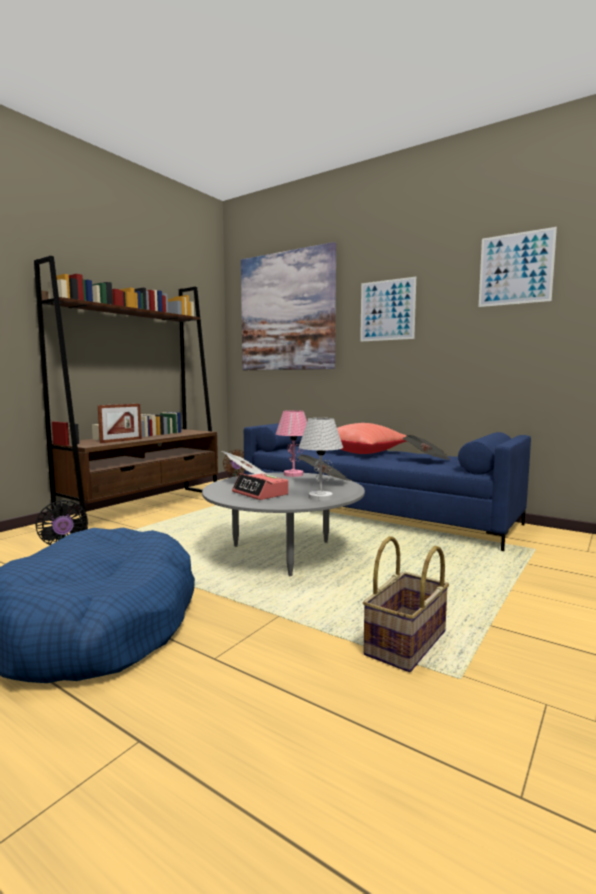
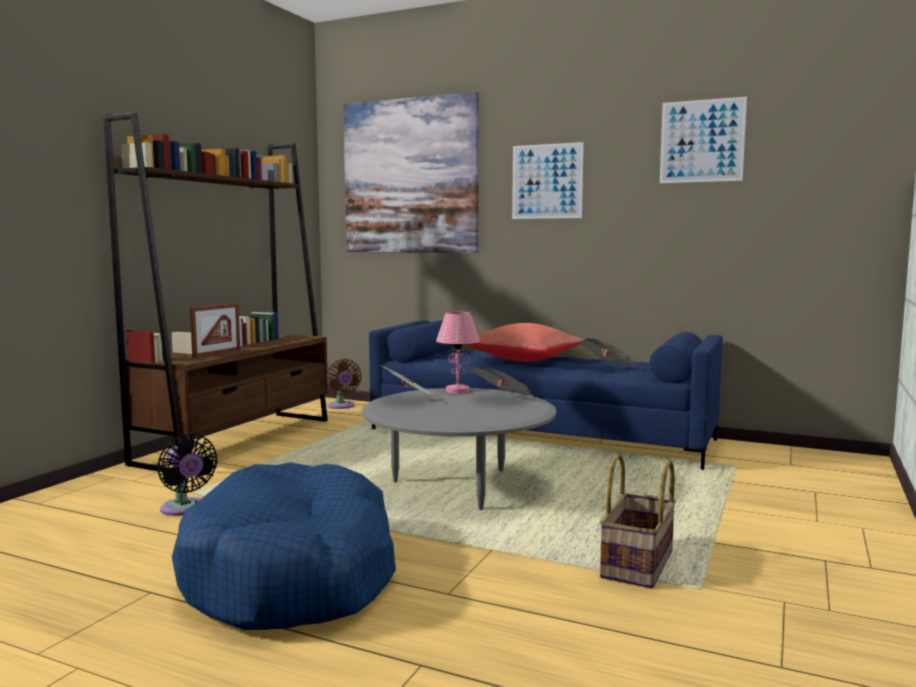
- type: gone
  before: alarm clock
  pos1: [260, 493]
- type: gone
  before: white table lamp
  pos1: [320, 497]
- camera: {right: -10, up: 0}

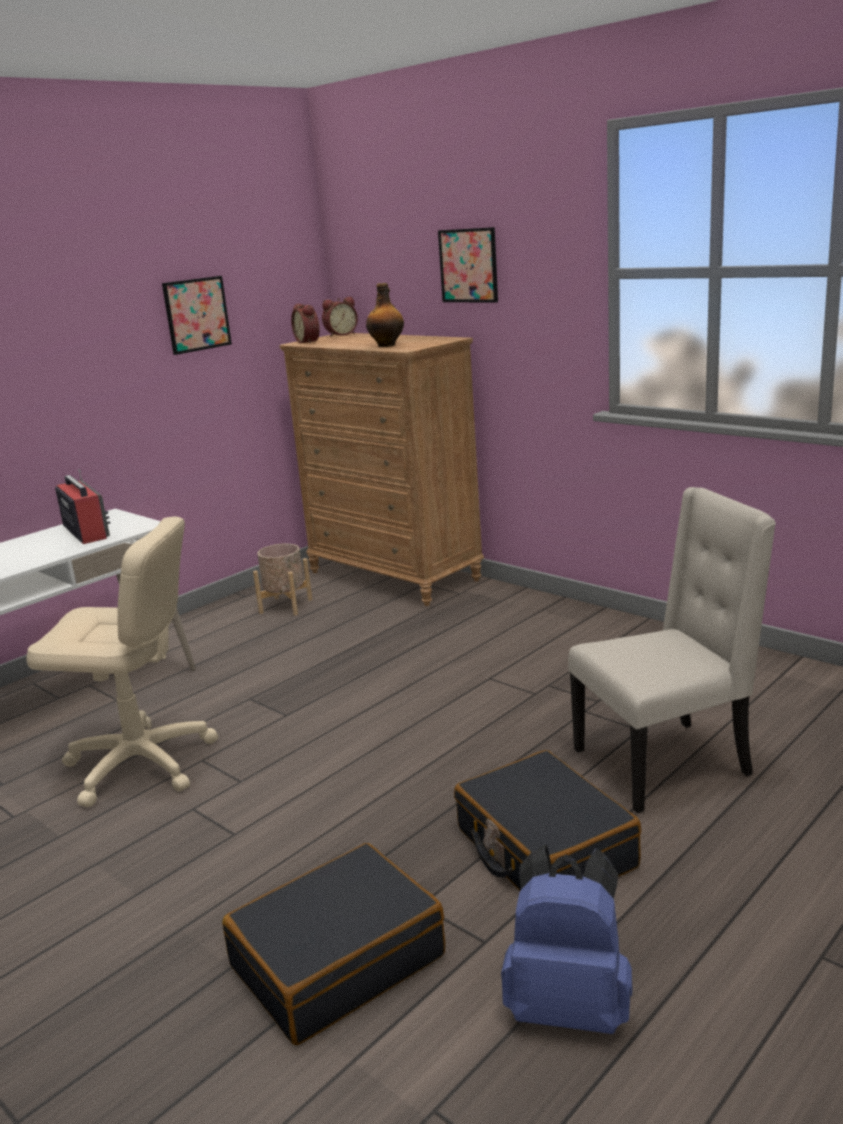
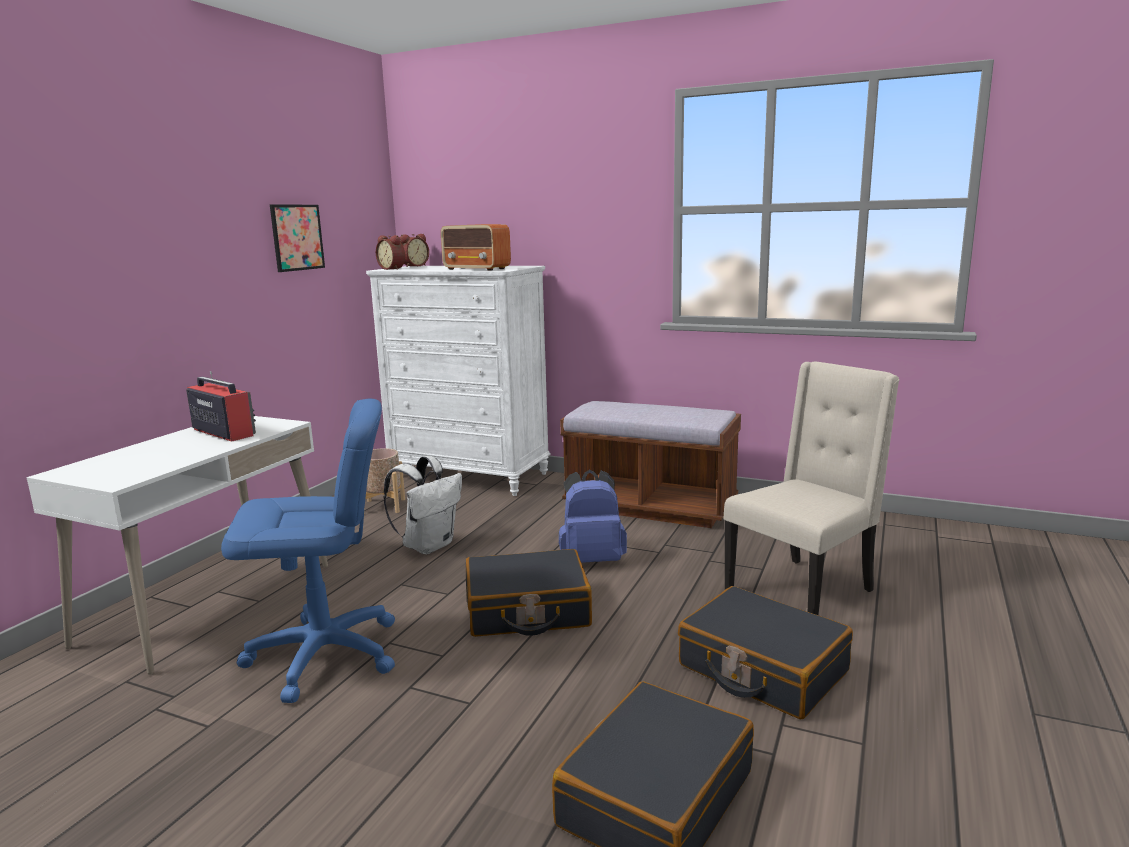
- type: repainted
  before: beige office chair
  after: blue office chair
  pos1: [140, 764]
  pos2: [325, 655]
- type: repainted
  before: brown dresser
  after: white dresser
  pos1: [394, 576]
  pos2: [469, 476]
- type: swapped
  before: bottle
  after: radio
  pos1: [387, 345]
  pos2: [477, 269]
- type: gone
  before: picture
  pos1: [468, 265]
- type: shifted
  before: blue backpack
  pos1: [569, 1006]
  pos2: [592, 560]
- type: new
  after: white backpack
  pos2: [429, 545]
- type: new
  after: black suitcase
  pos2: [527, 610]
- type: new
  after: brown bench
  pos2: [650, 506]
- camera: {right: -20, up: -5}

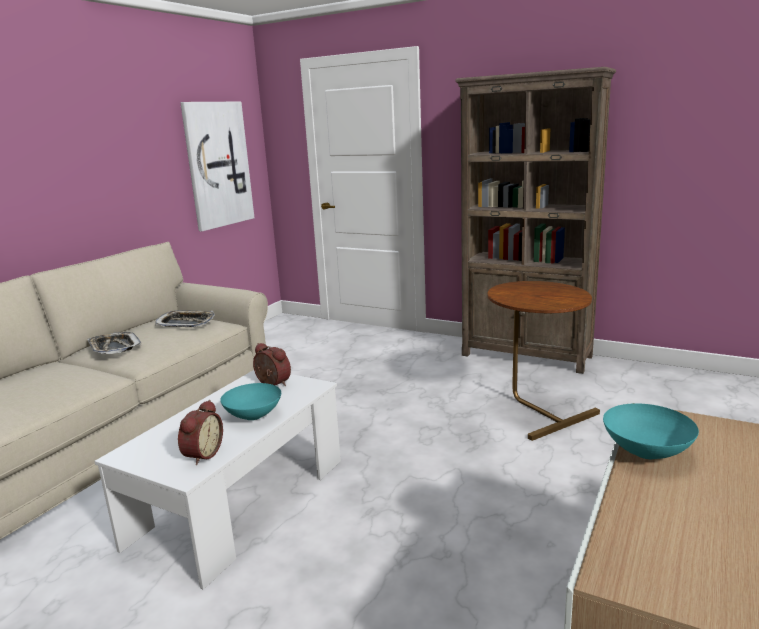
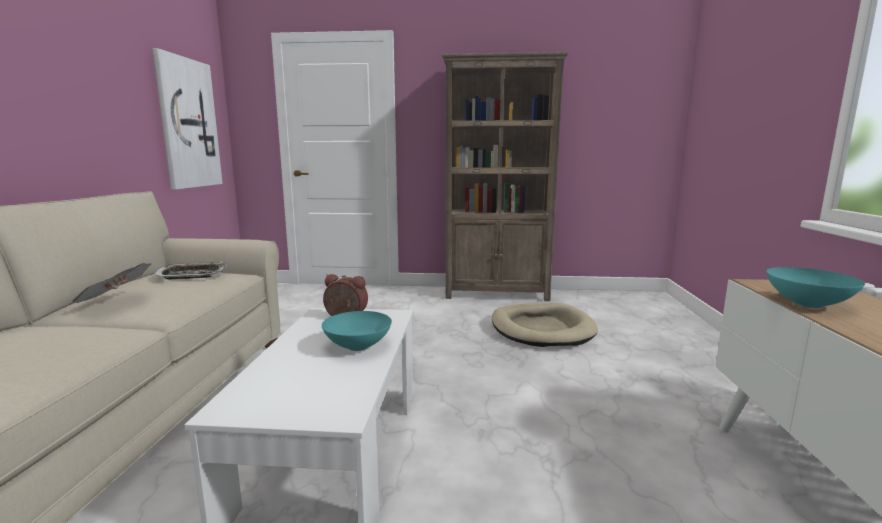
- type: swapped
  before: tray
  after: newspaper
  pos1: [114, 347]
  pos2: [114, 302]
- type: gone
  before: alarm clock
  pos1: [201, 454]
- type: swapped
  before: brown side table
  after: beige dog bed
  pos1: [535, 410]
  pos2: [542, 329]
- camera: {right: -25, up: -5}

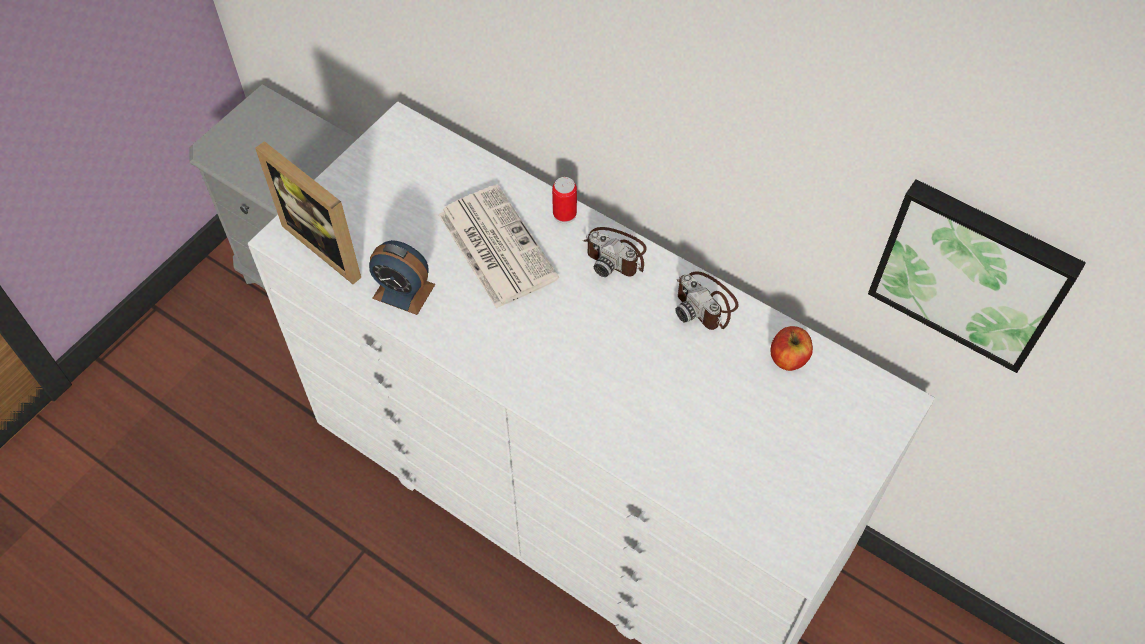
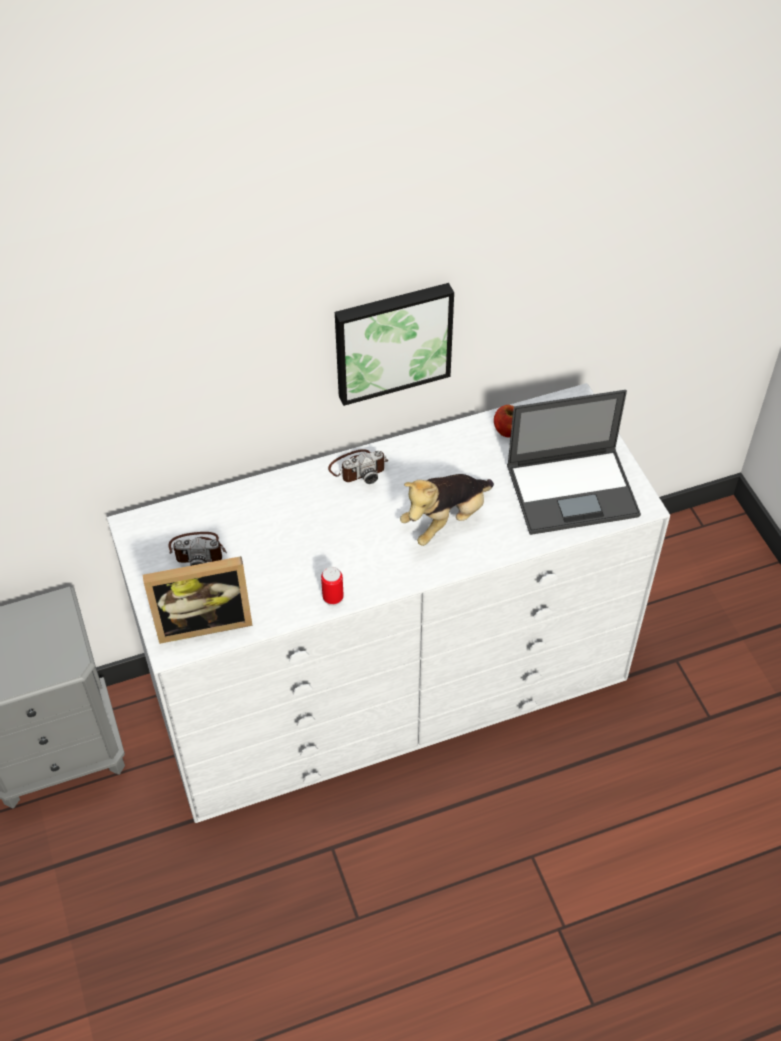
- type: gone
  before: alarm clock
  pos1: [404, 291]
- type: gone
  before: newspaper
  pos1: [495, 245]
- type: shifted
  before: can
  pos1: [564, 214]
  pos2: [333, 597]
- type: shifted
  before: photo camera
  pos1: [705, 303]
  pos2: [198, 551]
- type: shifted
  before: picture
  pos1: [972, 272]
  pos2: [392, 340]
- type: new
  after: plush toy
  pos2: [445, 520]
- type: new
  after: laptop
  pos2: [573, 490]
- camera: {right: -55, up: -5}

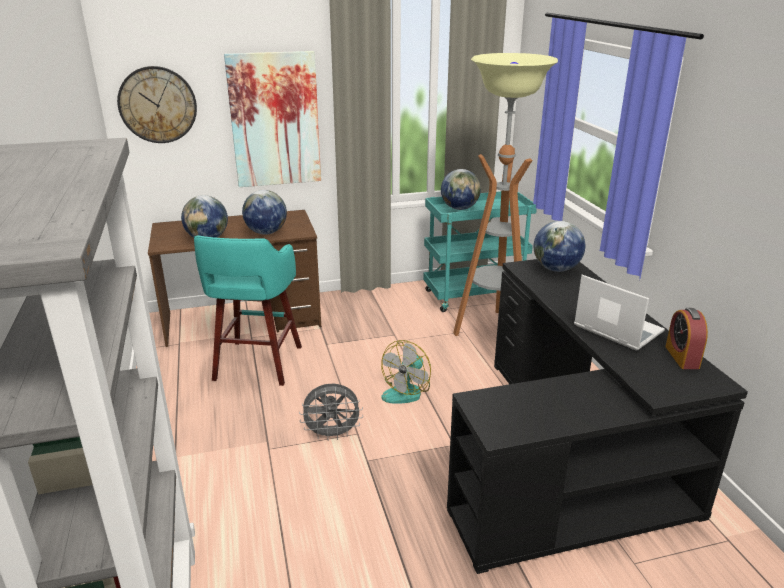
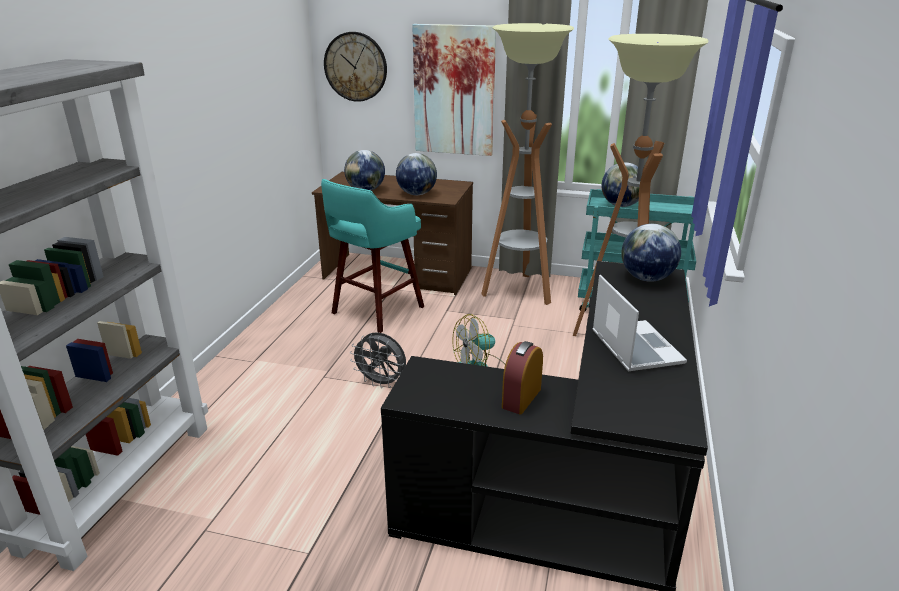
- type: shifted
  before: alarm clock
  pos1: [682, 357]
  pos2: [521, 398]
- type: new
  after: floor lamp
  pos2: [518, 291]
- camera: {right: 30, up: 0}

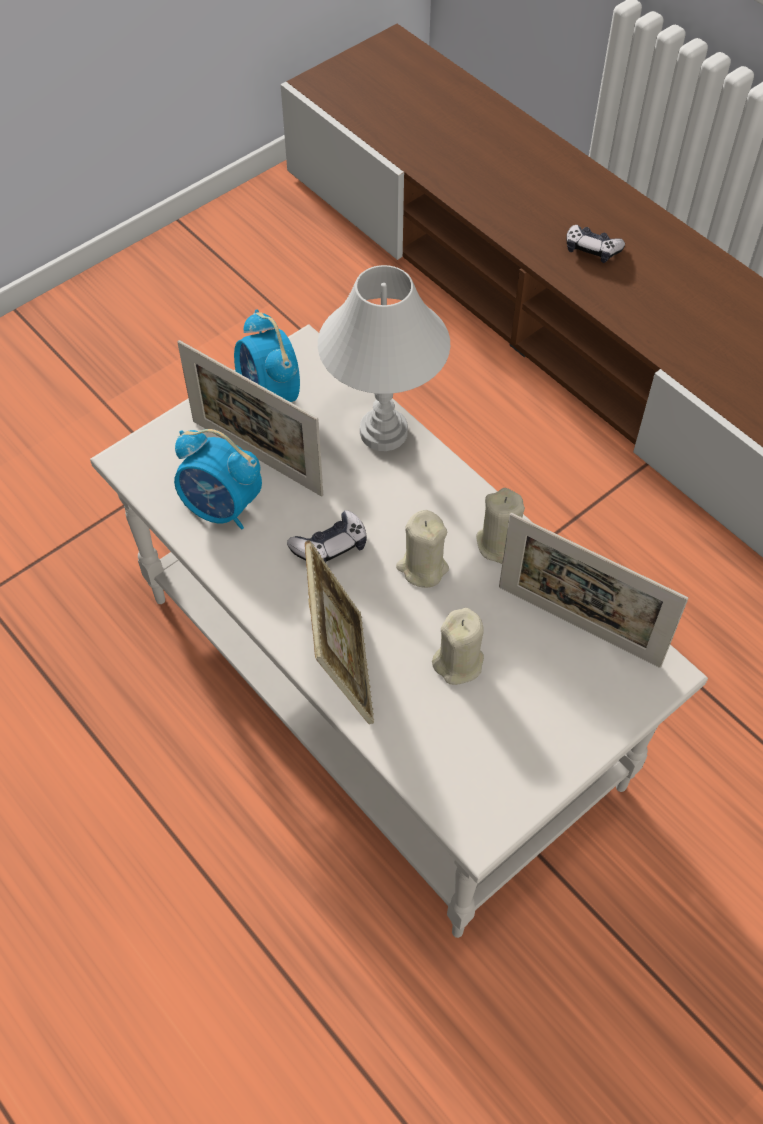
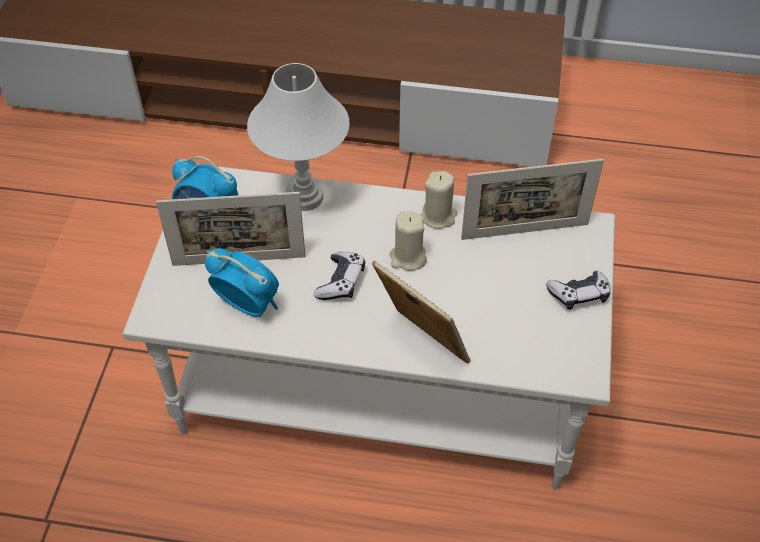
- type: rotated
  before: alarm clock
  pos1: [222, 508]
  pos2: [248, 304]
  turn: -135
- type: gone
  before: beige candle
  pos1: [458, 662]
- type: shifted
  before: game controller
  pos1: [591, 249]
  pos2: [579, 294]
- camera: {right: -40, up: -5}

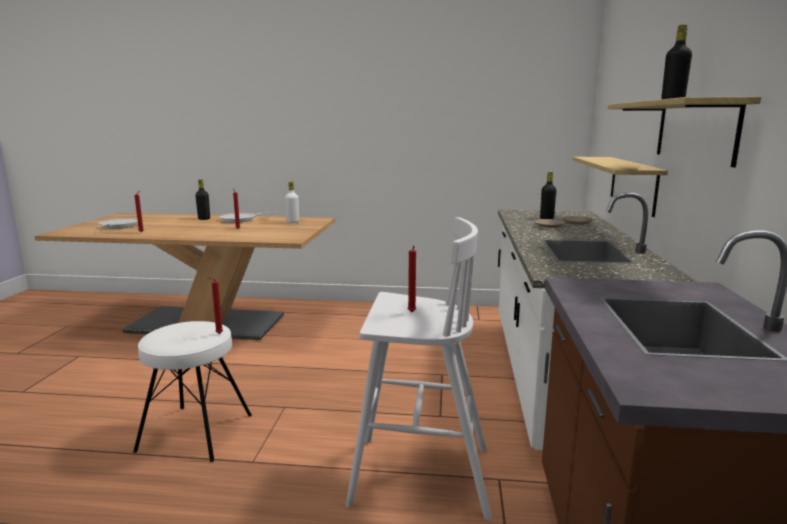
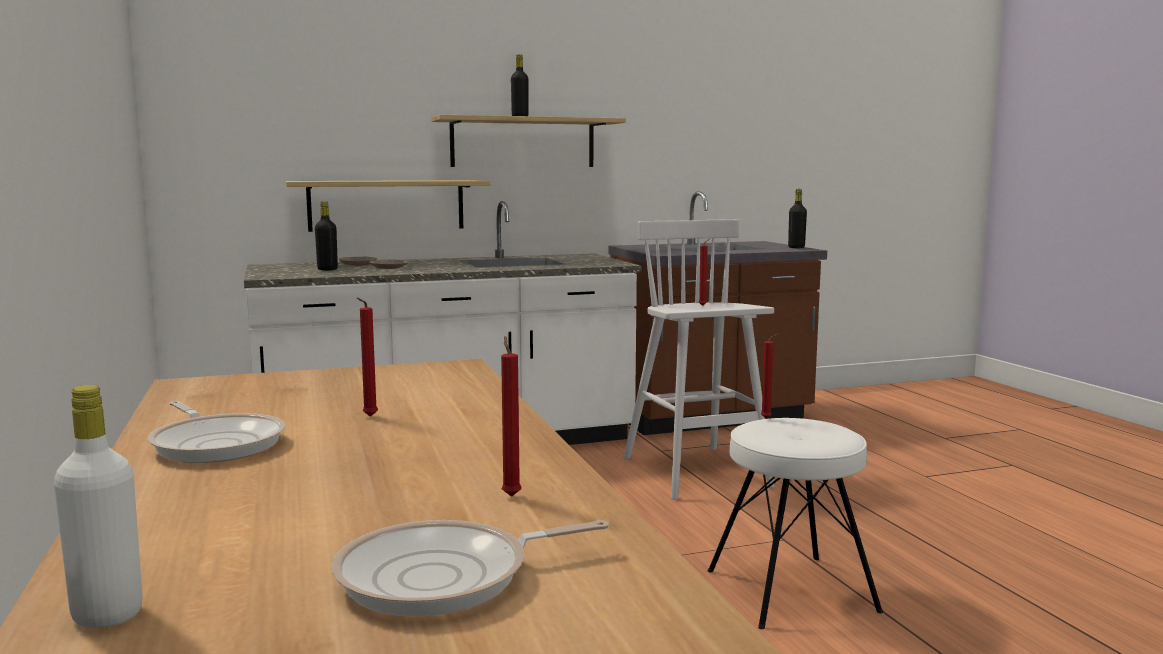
- type: shifted
  before: black bottle
  pos1: [204, 219]
  pos2: [796, 247]
- type: shifted
  before: white bottle
  pos1: [293, 222]
  pos2: [107, 614]
- camera: {right: -115, up: -5}

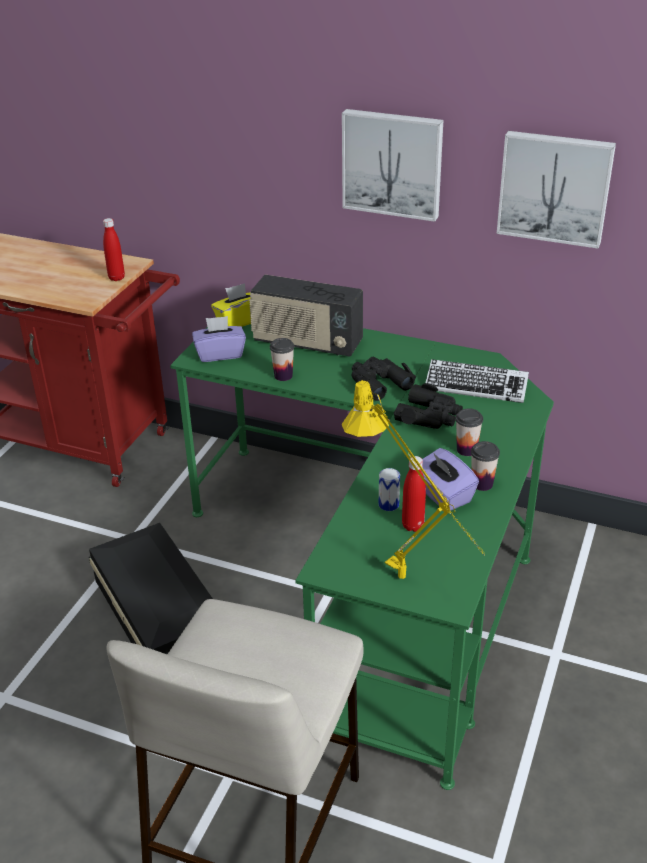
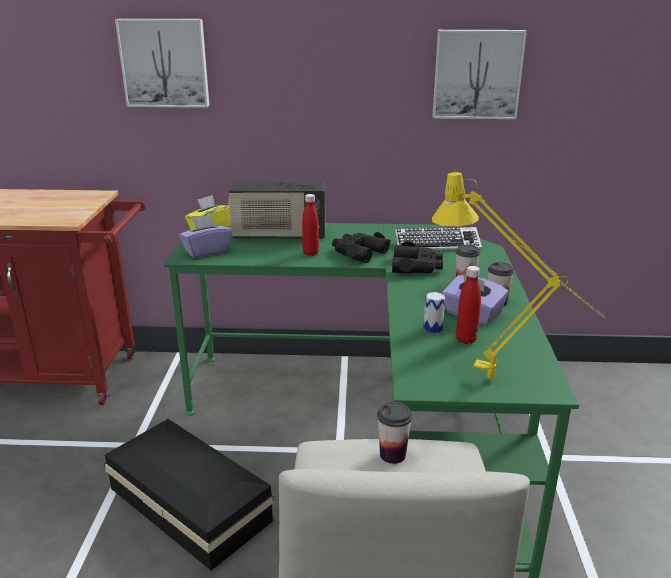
- type: shifted
  before: red bottle
  pos1: [116, 278]
  pos2: [310, 253]
- type: shifted
  before: cup
  pos1: [283, 376]
  pos2: [392, 455]
- type: shifted
  before: picture
  pos1: [393, 163]
  pos2: [165, 63]
- camera: {right: -20, up: -10}

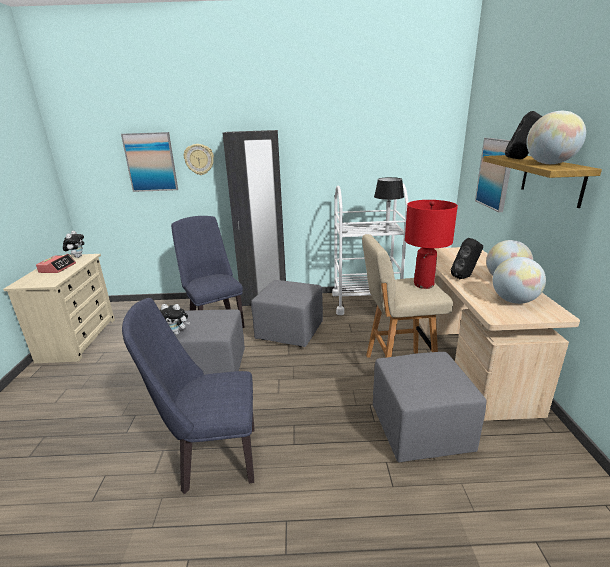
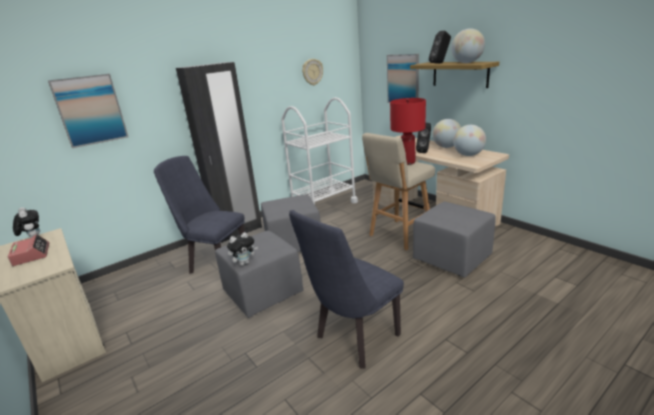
- type: shifted
  before: wall clock
  pos1: [199, 159]
  pos2: [312, 72]
- type: gone
  before: black table lamp
  pos1: [386, 231]
- camera: {right: -35, up: 0}

